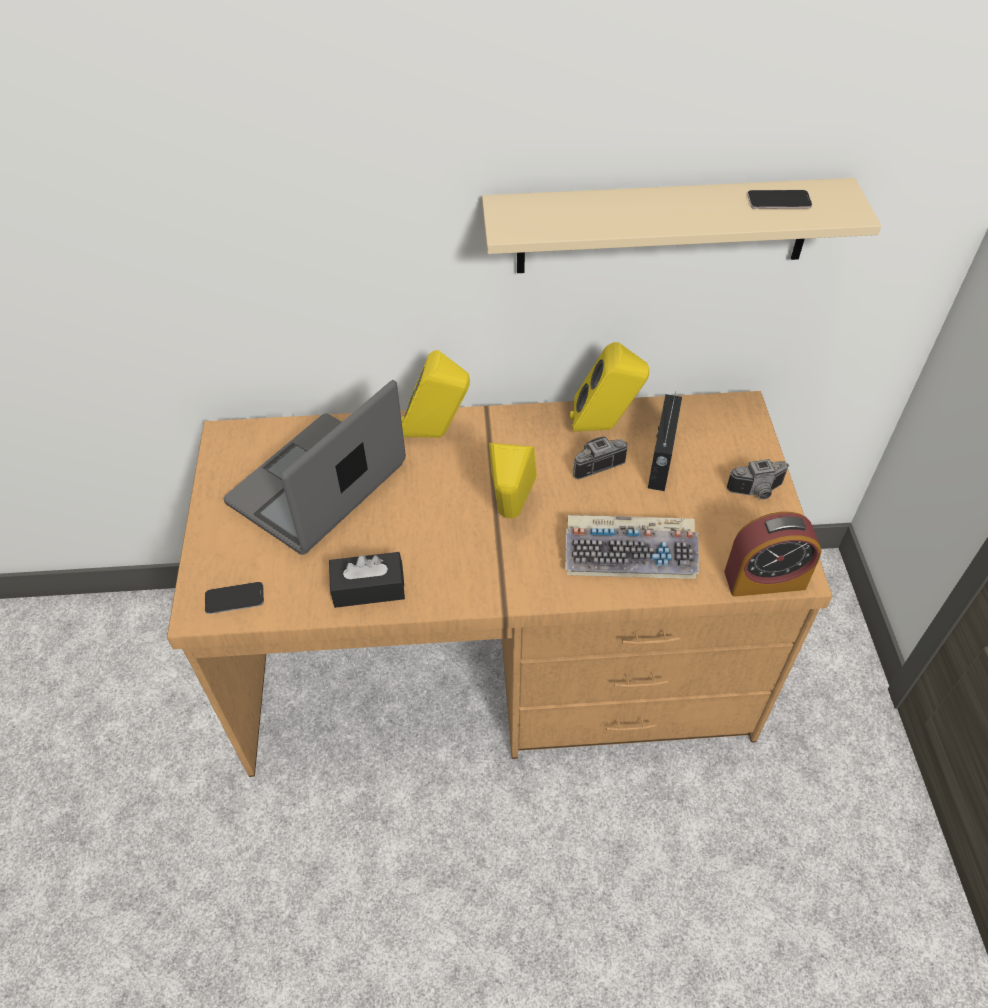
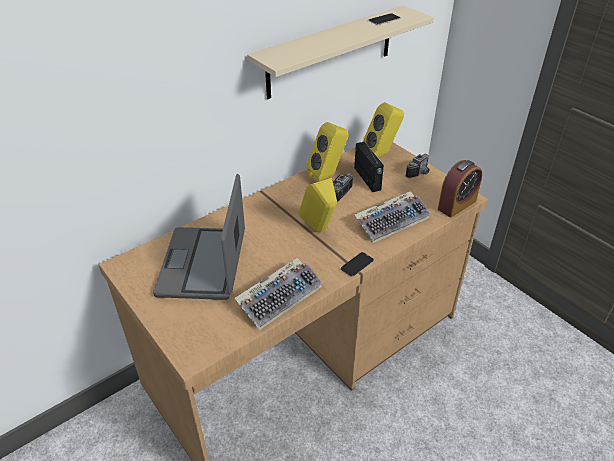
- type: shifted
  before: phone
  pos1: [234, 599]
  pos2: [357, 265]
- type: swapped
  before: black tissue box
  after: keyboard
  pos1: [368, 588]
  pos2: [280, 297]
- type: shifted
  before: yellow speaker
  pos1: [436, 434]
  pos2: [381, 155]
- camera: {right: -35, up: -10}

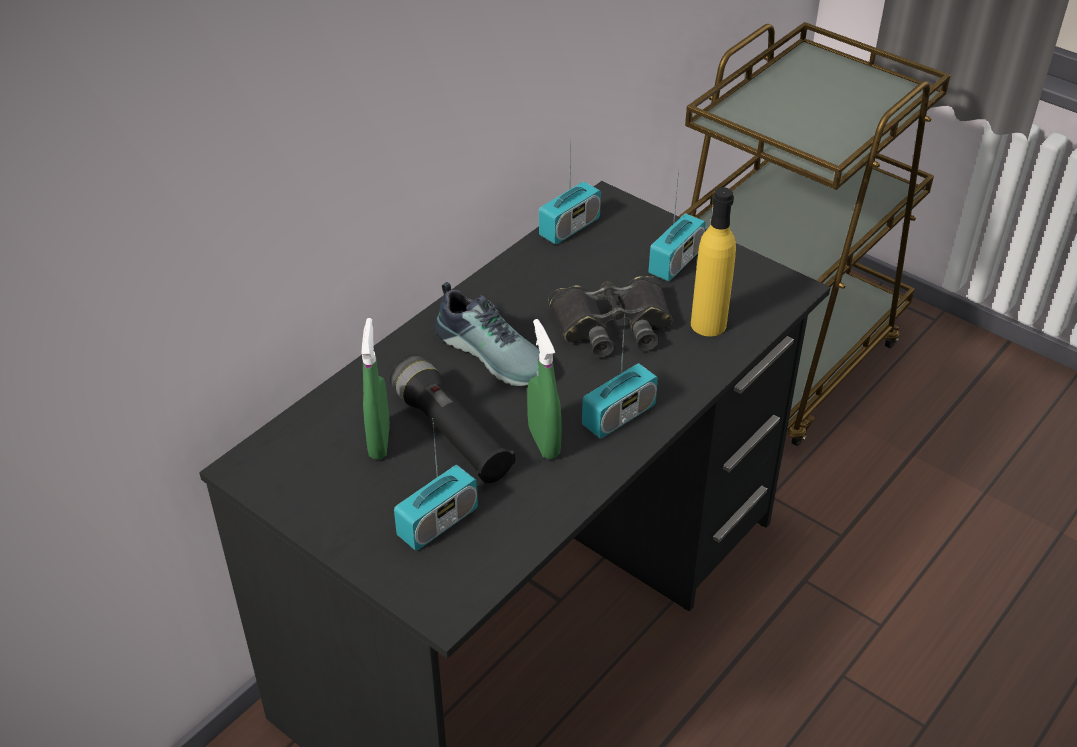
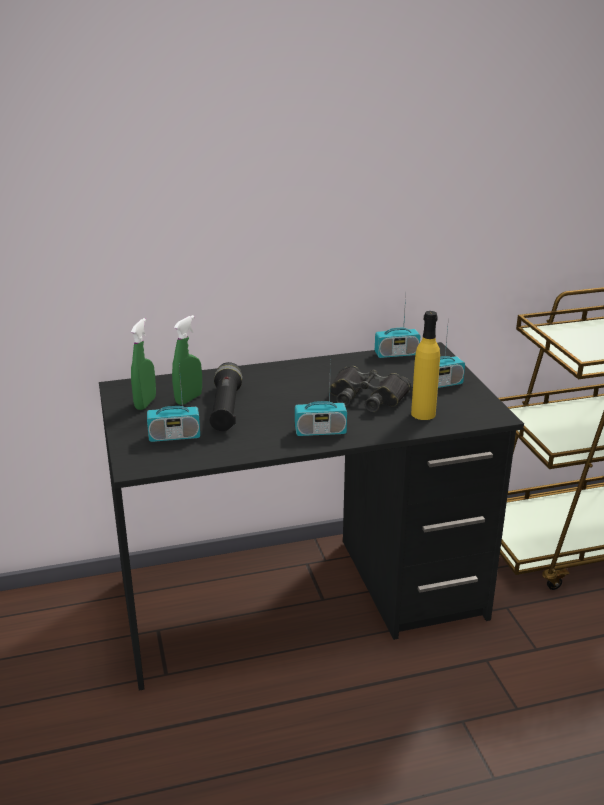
- type: gone
  before: shoe
  pos1: [494, 352]
- type: shifted
  before: green spray bottle
  pos1: [543, 442]
  pos2: [145, 403]
- camera: {right: 35, up: -15}

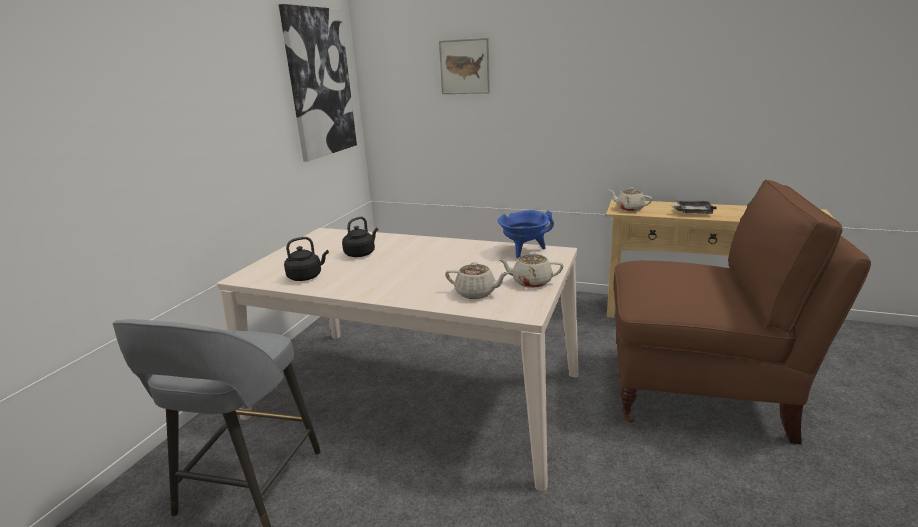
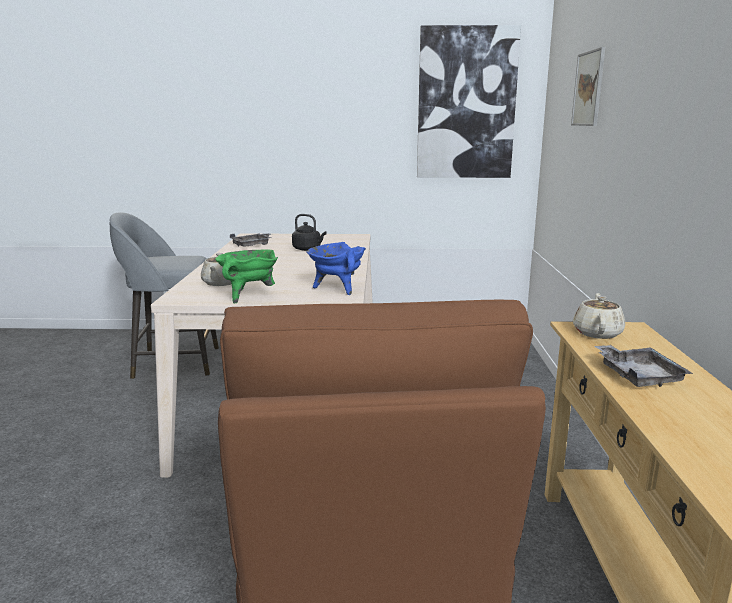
- type: swapped
  before: black kettle
  after: grey tray
  pos1: [306, 276]
  pos2: [253, 245]
- type: swapped
  before: beige teapot
  after: green cooking pot
  pos1: [531, 282]
  pos2: [249, 296]
- camera: {right: 70, up: -5}

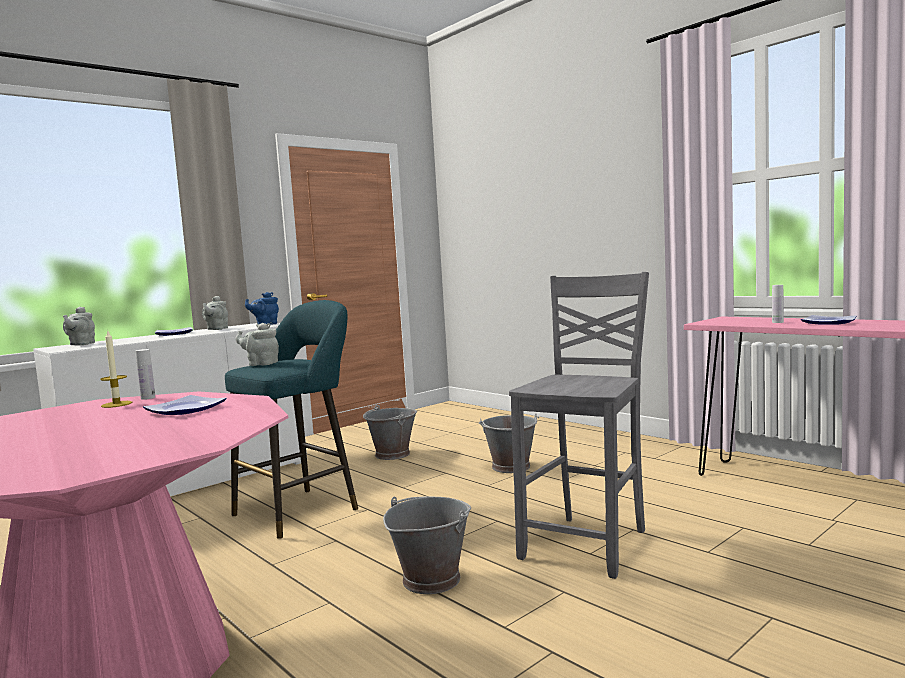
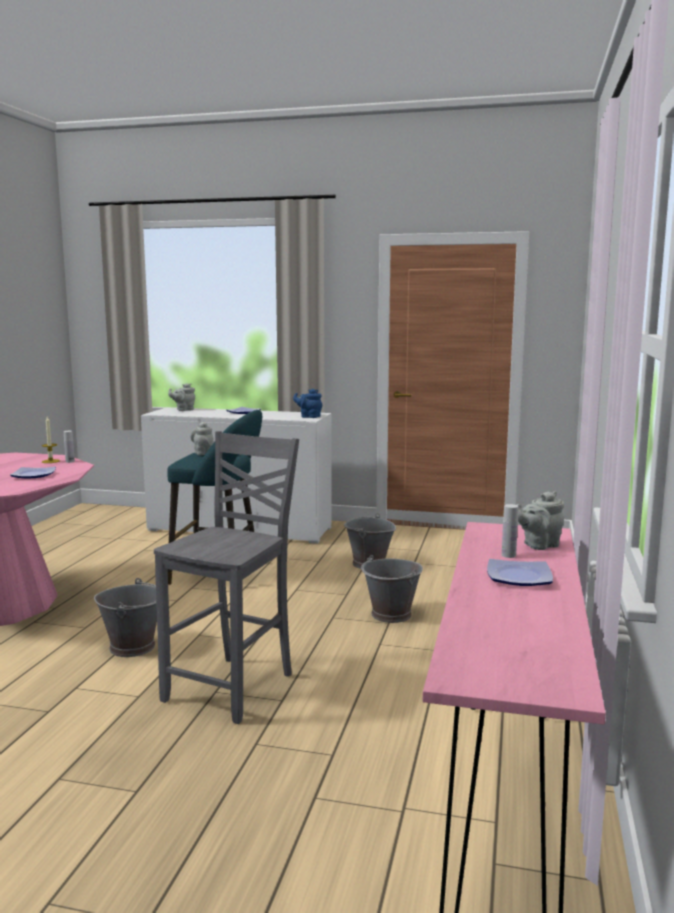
- type: shifted
  before: grey teapot
  pos1: [216, 329]
  pos2: [538, 545]
- type: rotated
  before: grey chair
  pos1: [588, 544]
  pos2: [233, 687]
  turn: -60
- camera: {right: 55, up: 5}

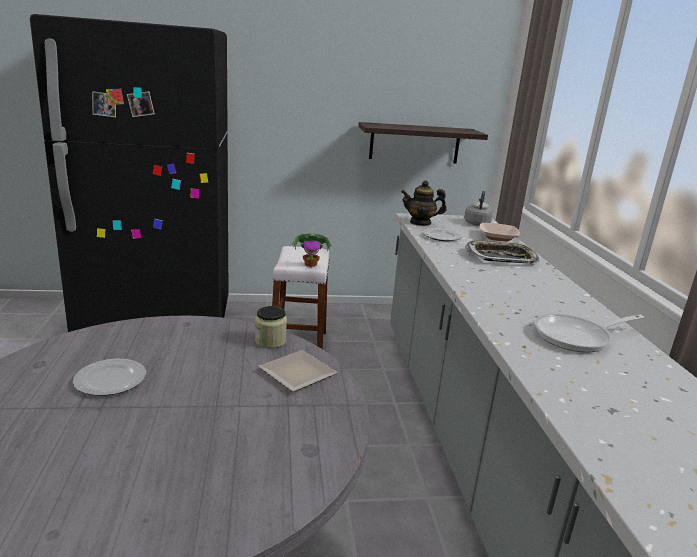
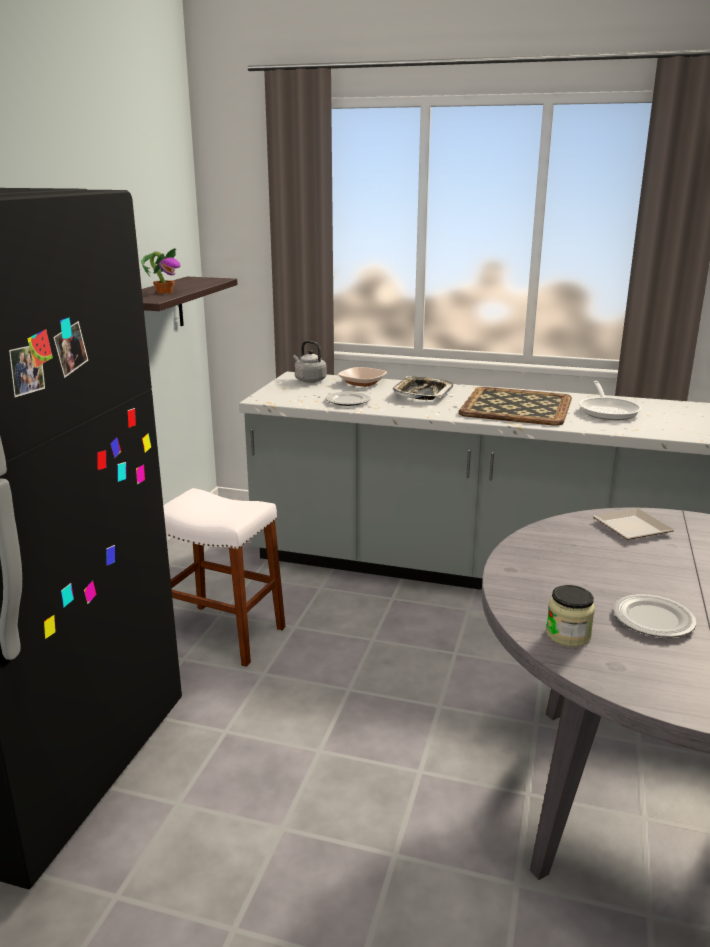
- type: shifted
  before: jar
  pos1: [270, 341]
  pos2: [568, 635]
- type: shifted
  before: potted plant
  pos1: [311, 264]
  pos2: [165, 292]
- type: gone
  before: teapot
  pos1: [420, 222]
- type: new
  after: tray
  pos2: [515, 406]
- camera: {right: -65, up: 0}

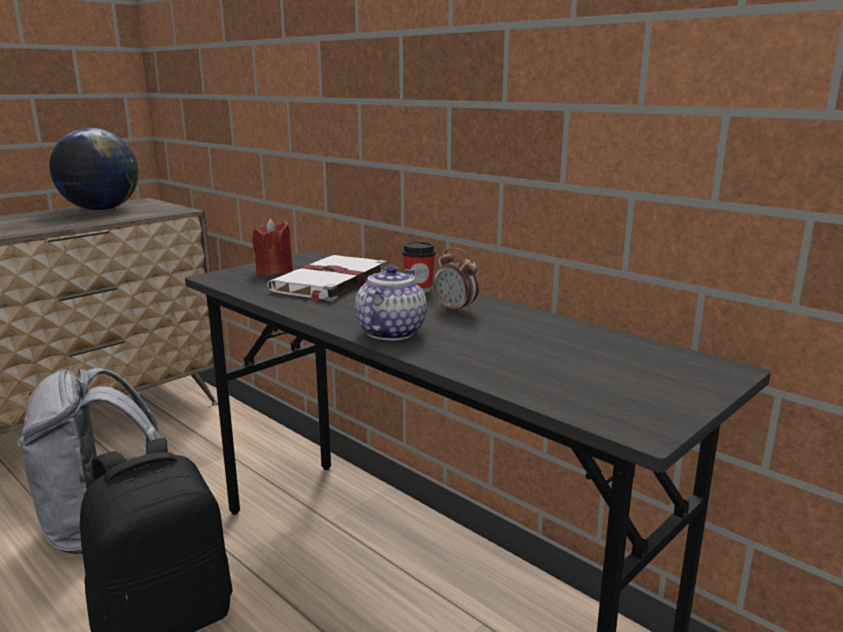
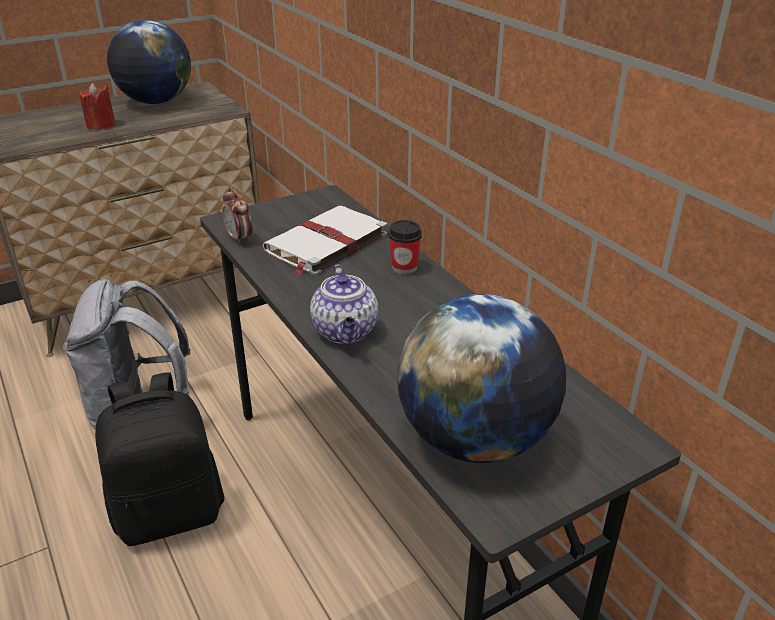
- type: shifted
  before: red candle
  pos1: [274, 271]
  pos2: [101, 125]
- type: rotated
  before: teapot
  pos1: [391, 332]
  pos2: [346, 332]
  turn: 135
- type: shifted
  before: alarm clock
  pos1: [456, 310]
  pos2: [239, 238]
- type: new
  after: globe
  pos2: [475, 439]
- camera: {right: 15, up: 15}

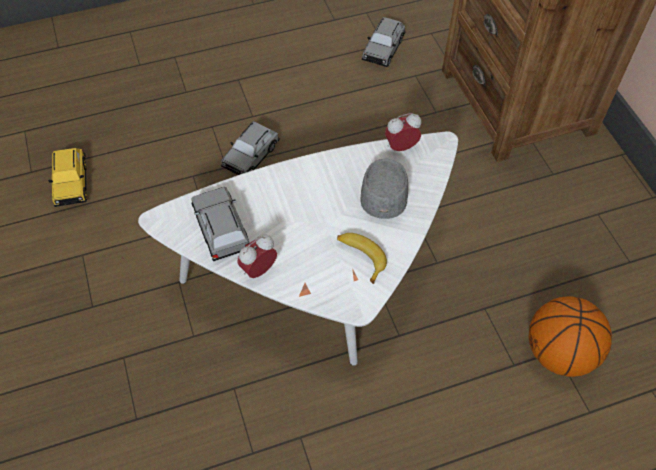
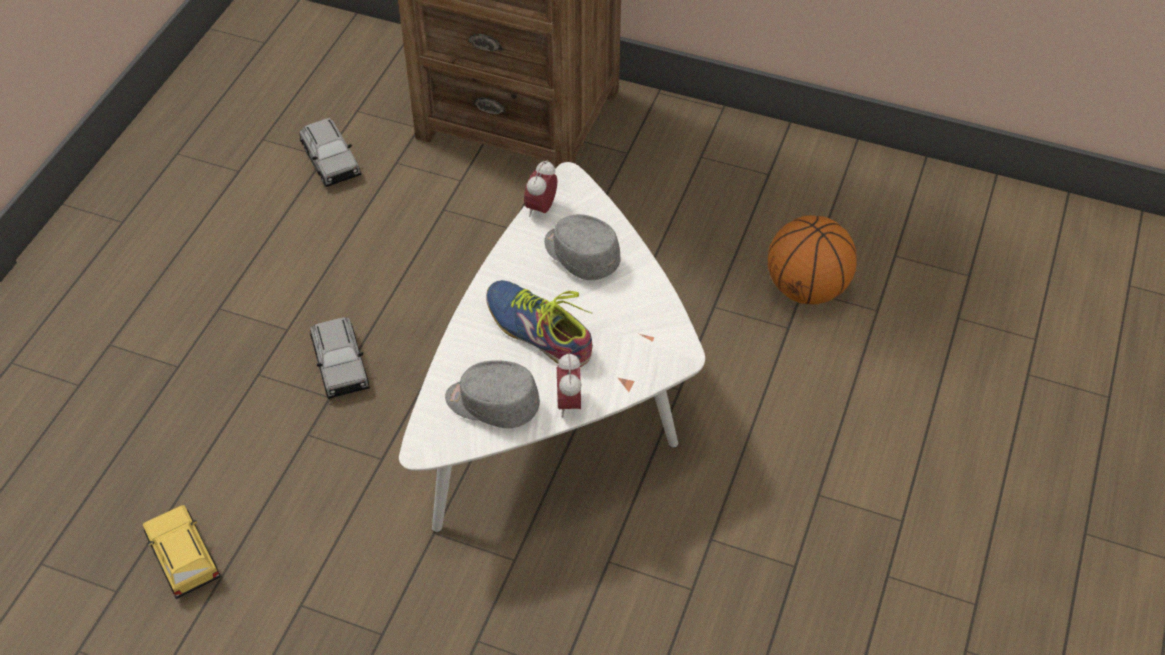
- type: rotated
  before: yellow toy car
  pos1: [71, 183]
  pos2: [184, 558]
  turn: -150
- type: swapped
  before: grey toy car
  after: grey cap
  pos1: [221, 230]
  pos2: [492, 404]
- type: gone
  before: banana
  pos1: [360, 257]
- type: new
  after: shoe
  pos2: [538, 331]
- camera: {right: -50, up: -5}

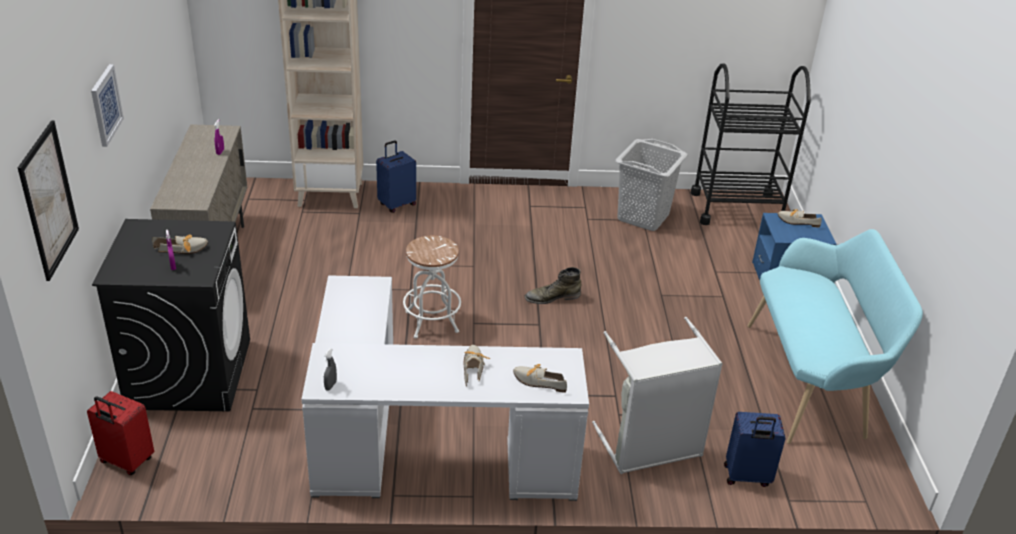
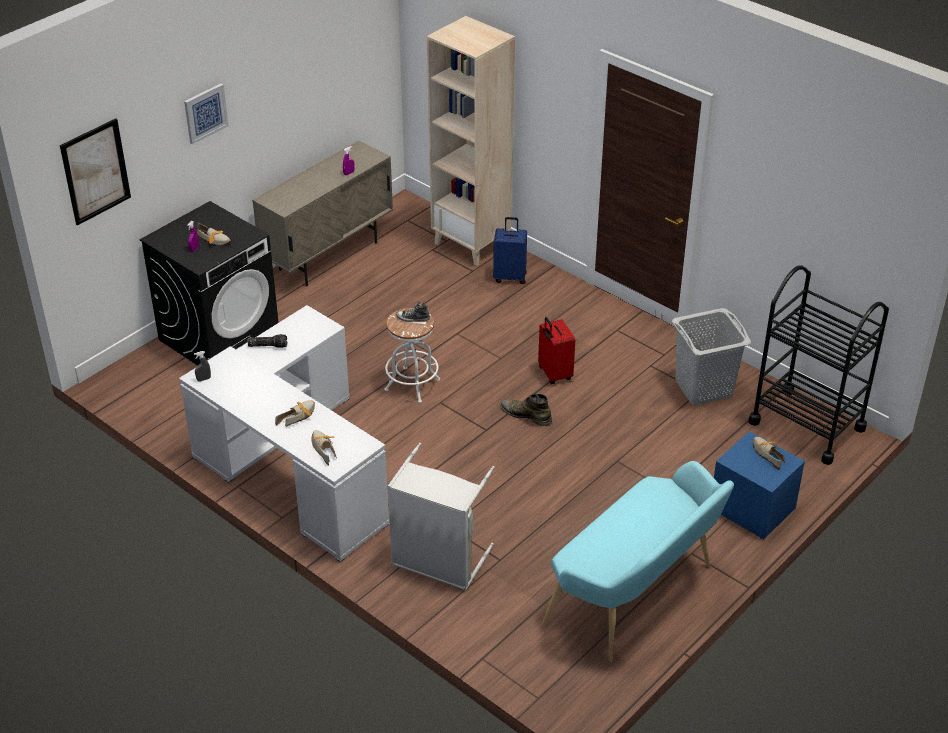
- type: shifted
  before: red suitcase
  pos1: [126, 461]
  pos2: [554, 374]
- type: gone
  before: blue suitcase
  pos1: [747, 477]
- type: new
  after: flashlight
  pos2: [268, 345]
- type: new
  after: shoe
  pos2: [413, 318]
- camera: {right: 45, up: 5}

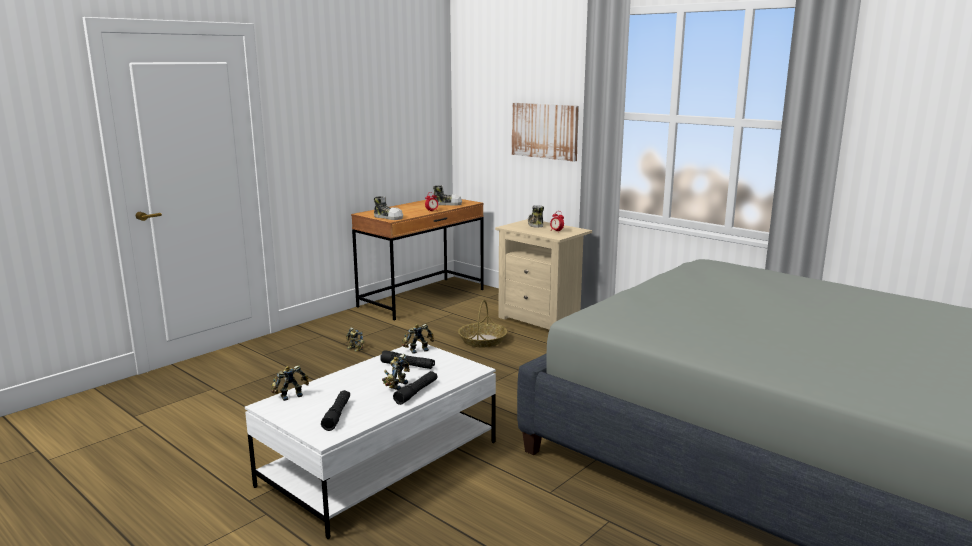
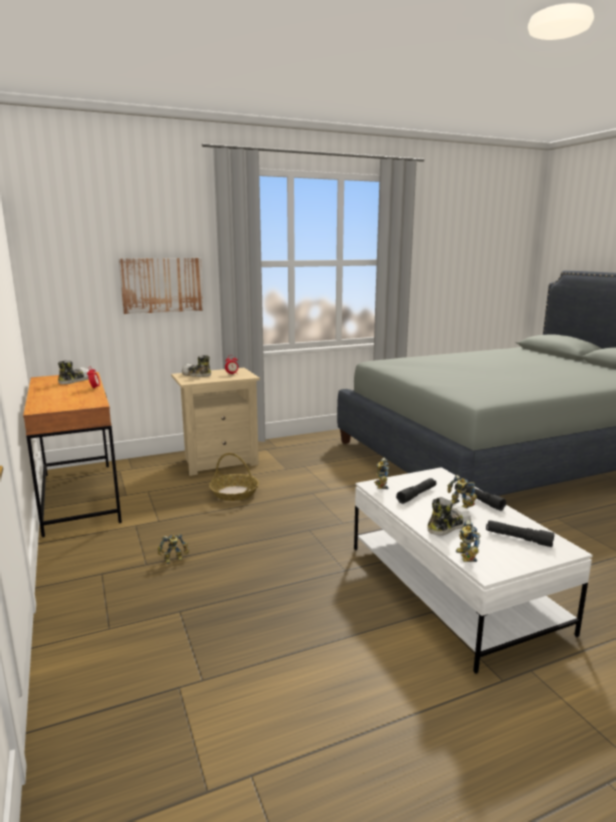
- type: shifted
  before: shoe
  pos1: [388, 217]
  pos2: [447, 526]
- camera: {right: -65, up: 0}

